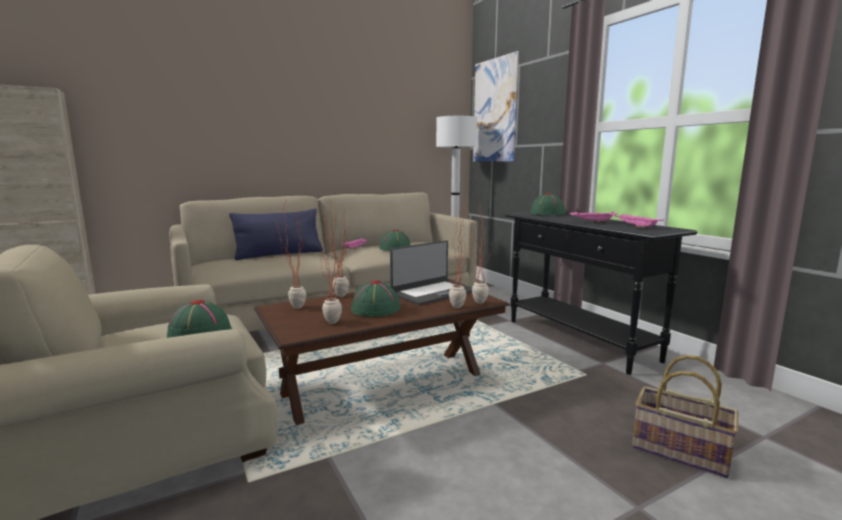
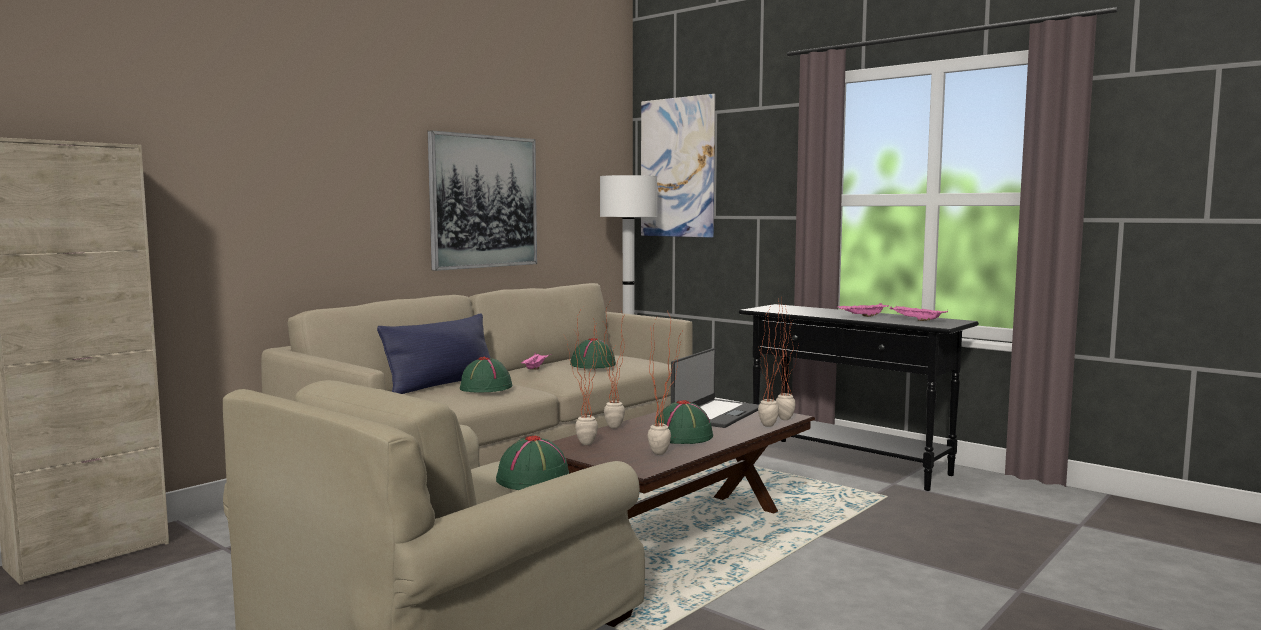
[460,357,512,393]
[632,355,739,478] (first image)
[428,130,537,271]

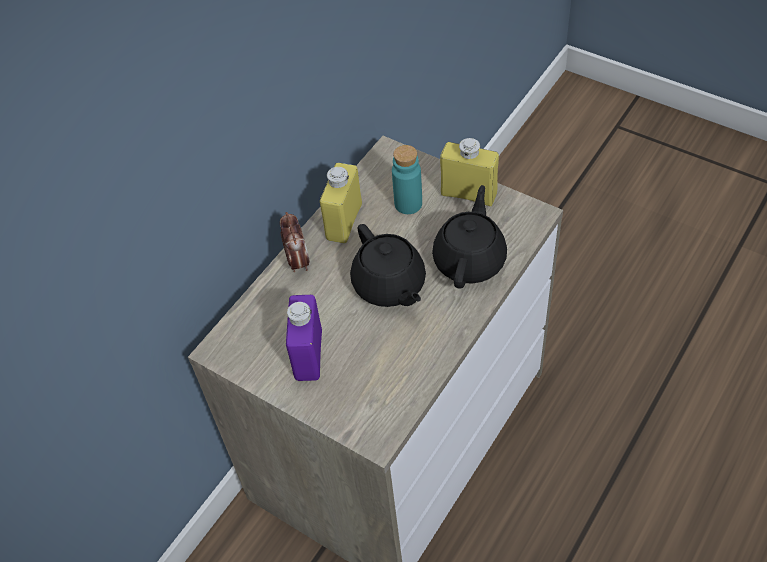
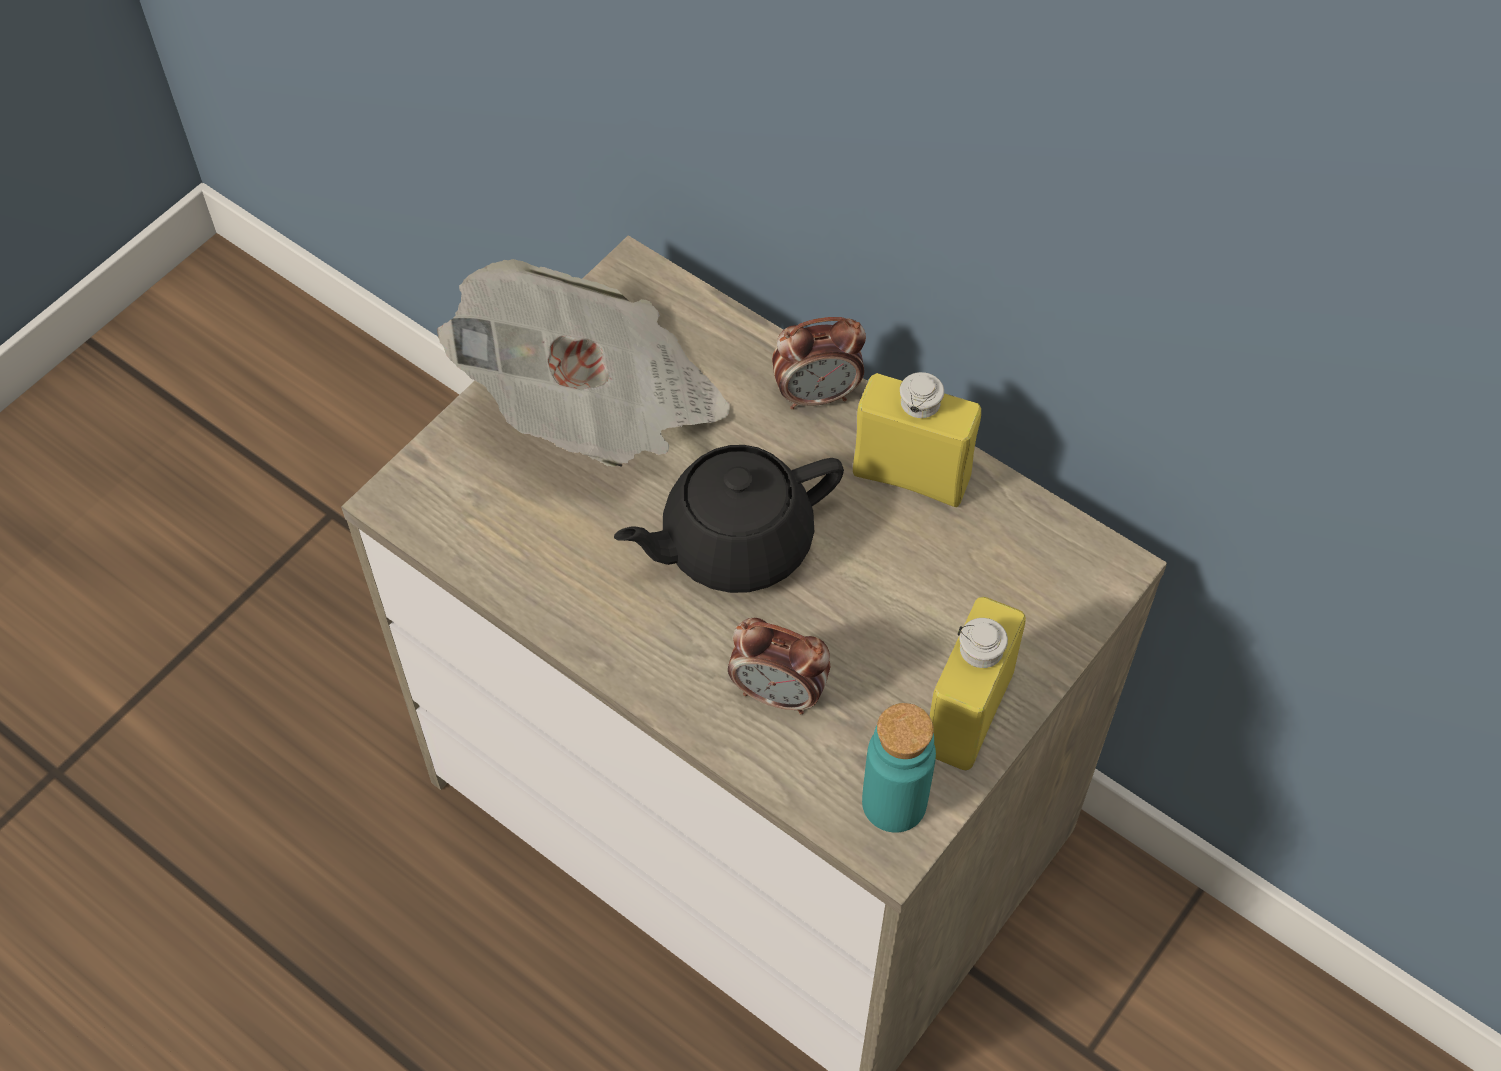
[437,259,730,467]
[862,703,936,833]
[728,618,830,714]

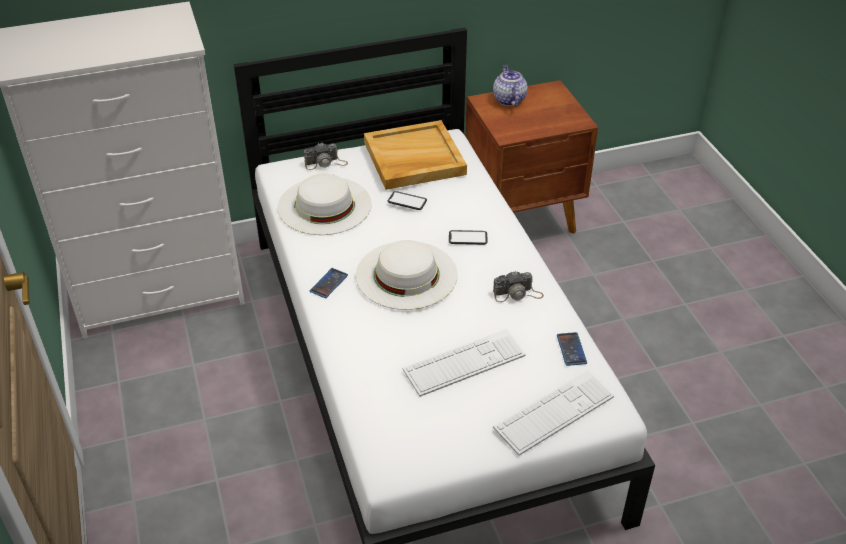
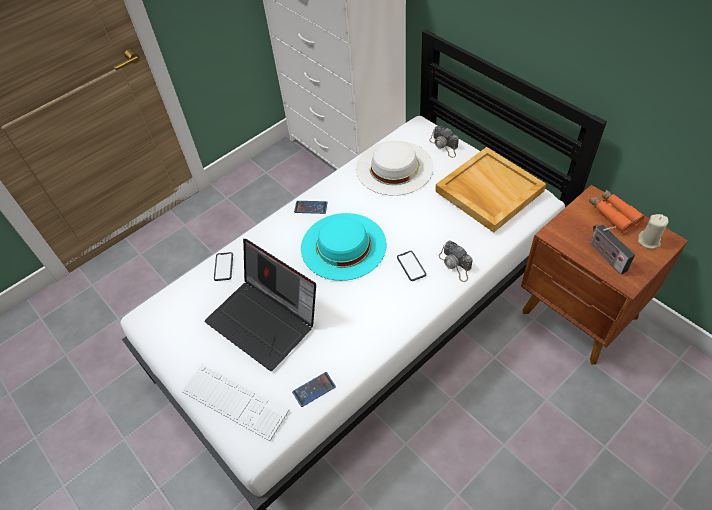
[301,213,387,281]
[214,252,233,281]
[205,239,316,371]
[589,190,645,233]
[438,241,473,282]
[590,224,635,274]
[638,214,669,249]

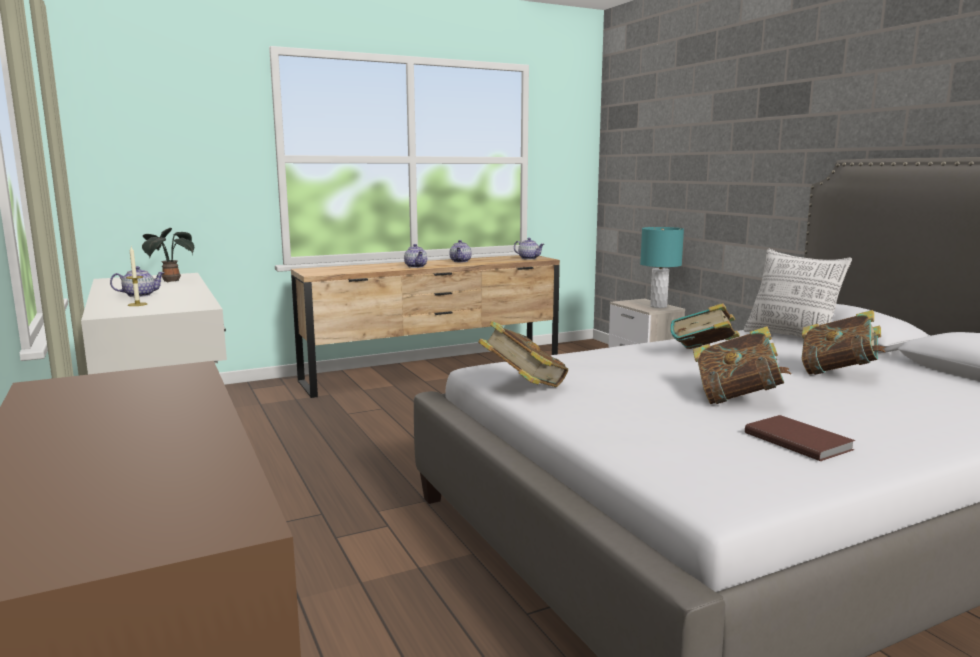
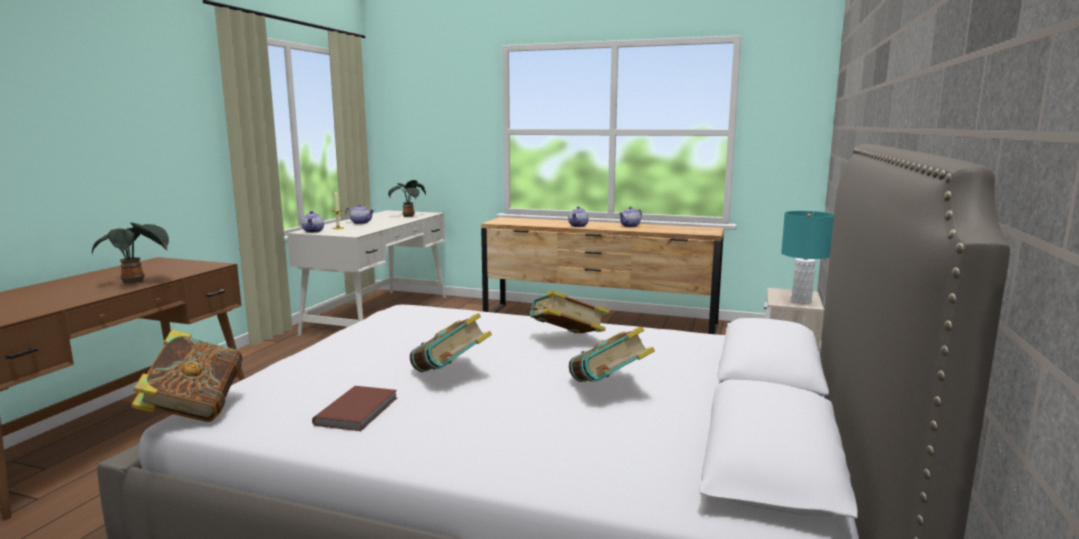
[131,329,242,422]
[301,211,324,233]
[744,249,852,339] (first image)
[92,222,169,284]

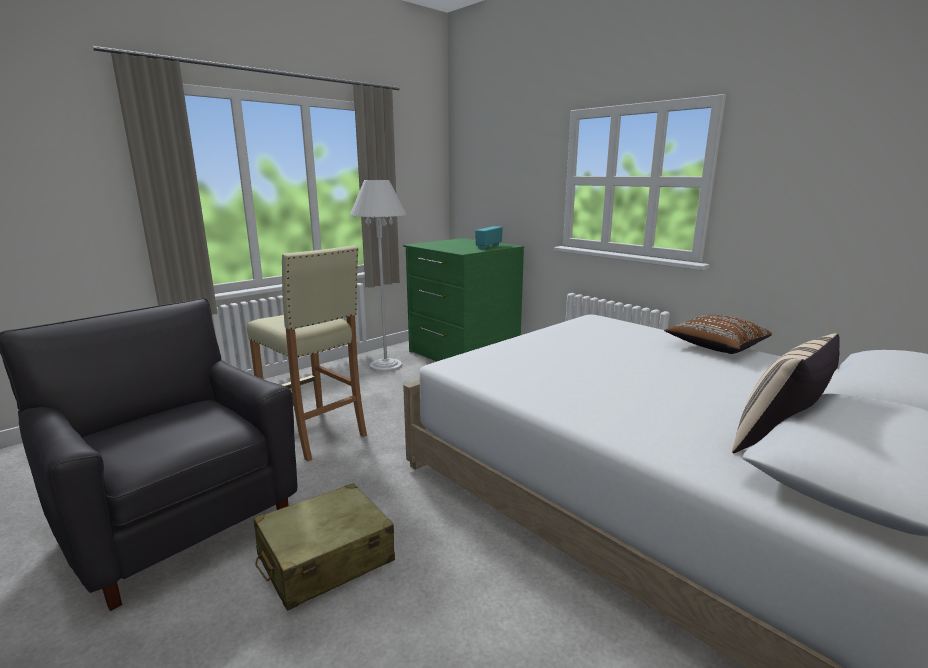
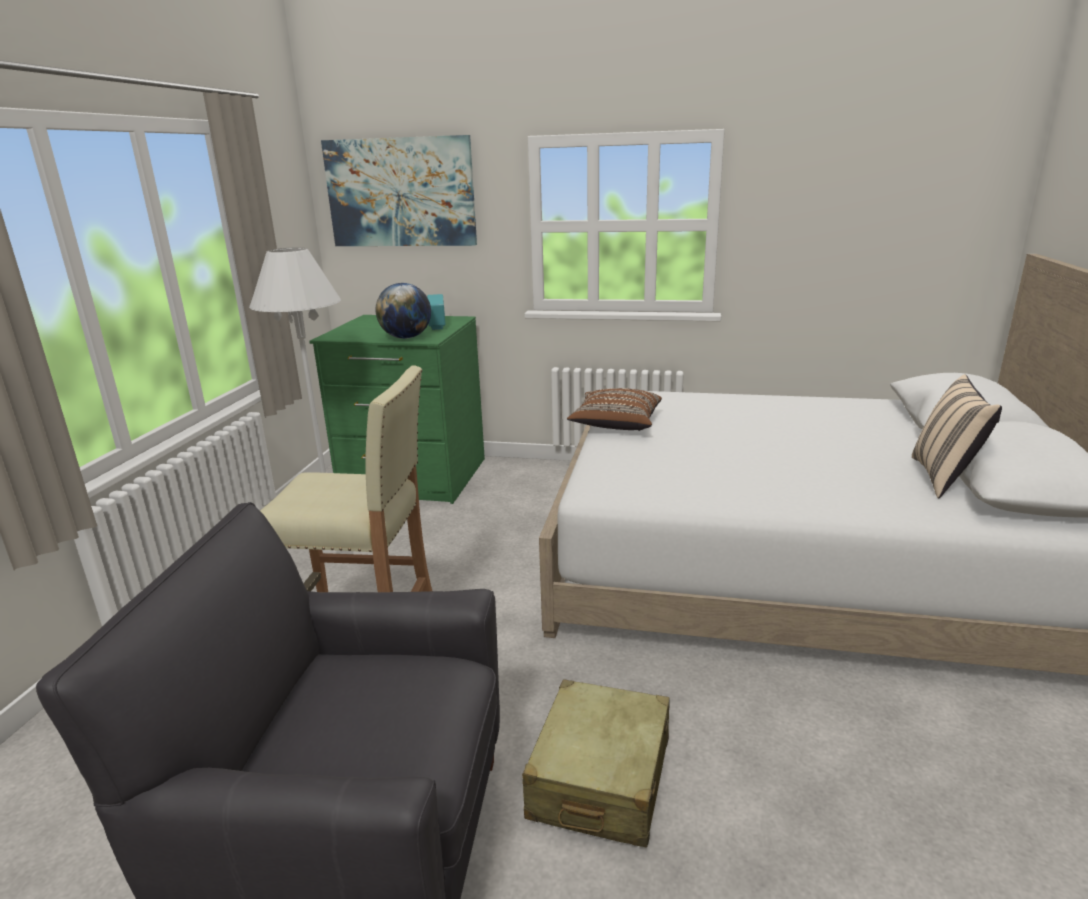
[567,388,662,431]
[321,135,477,246]
[376,283,431,339]

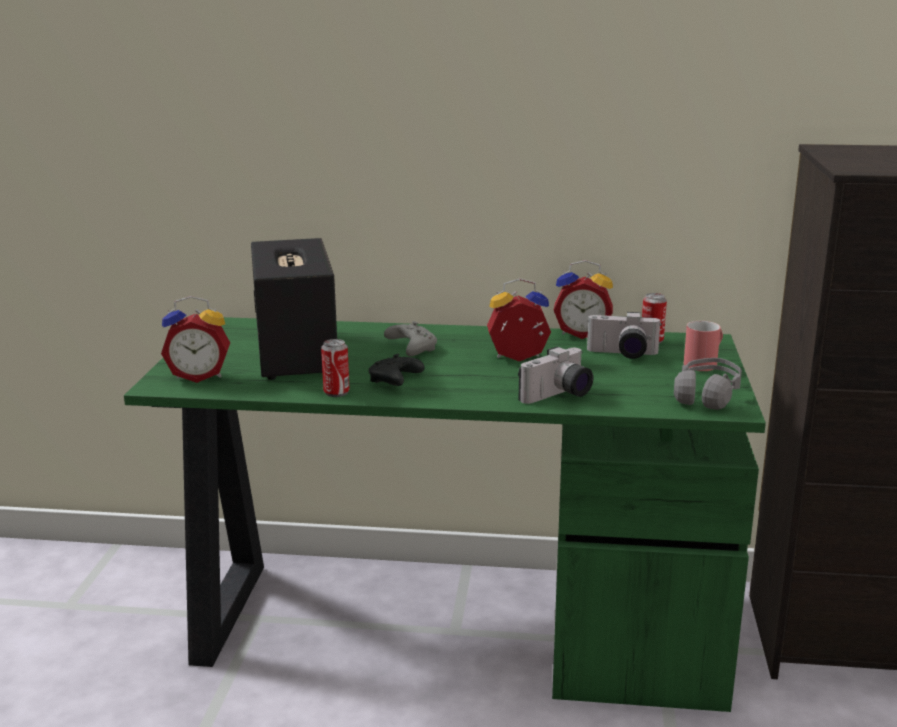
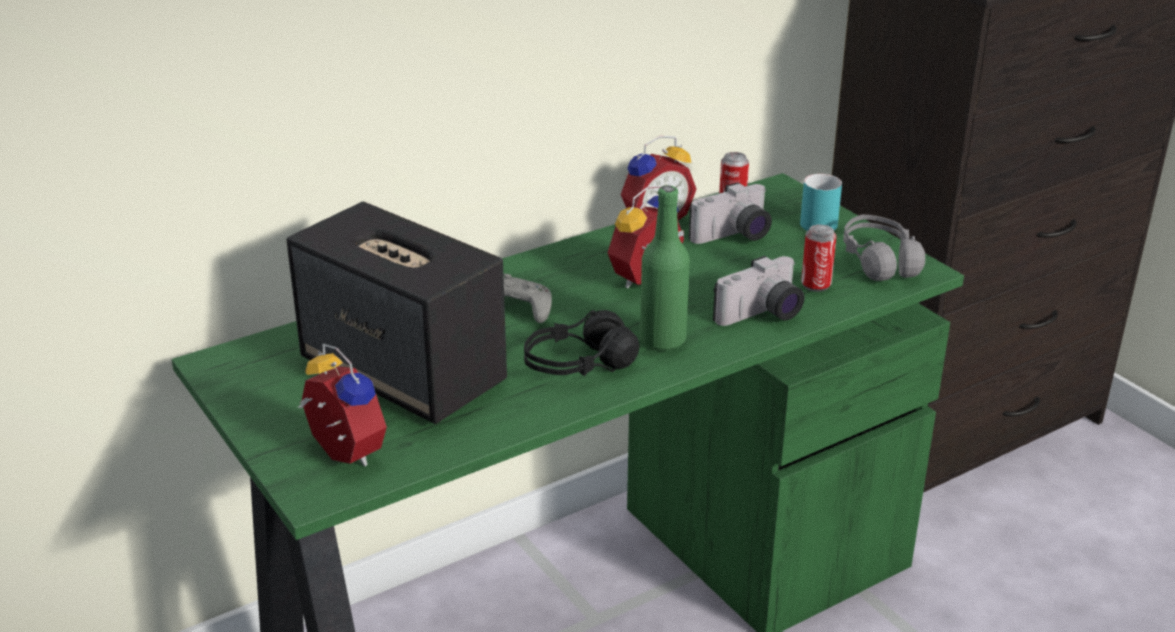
[298,344,387,466]
[801,225,837,292]
[524,310,640,376]
[713,256,804,326]
[800,174,842,231]
[640,186,690,350]

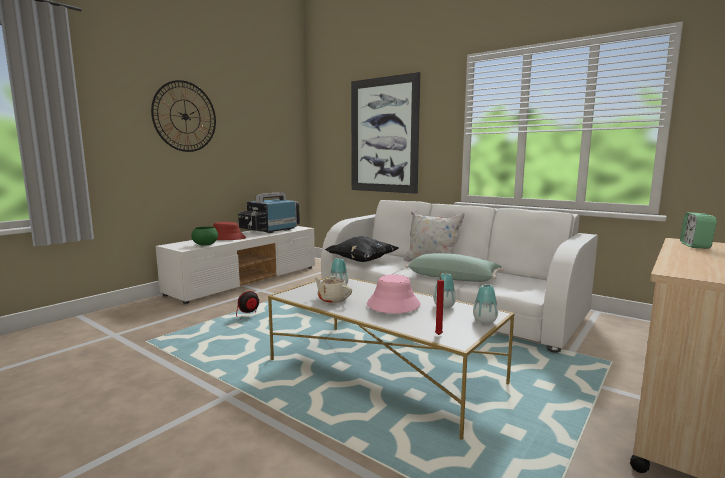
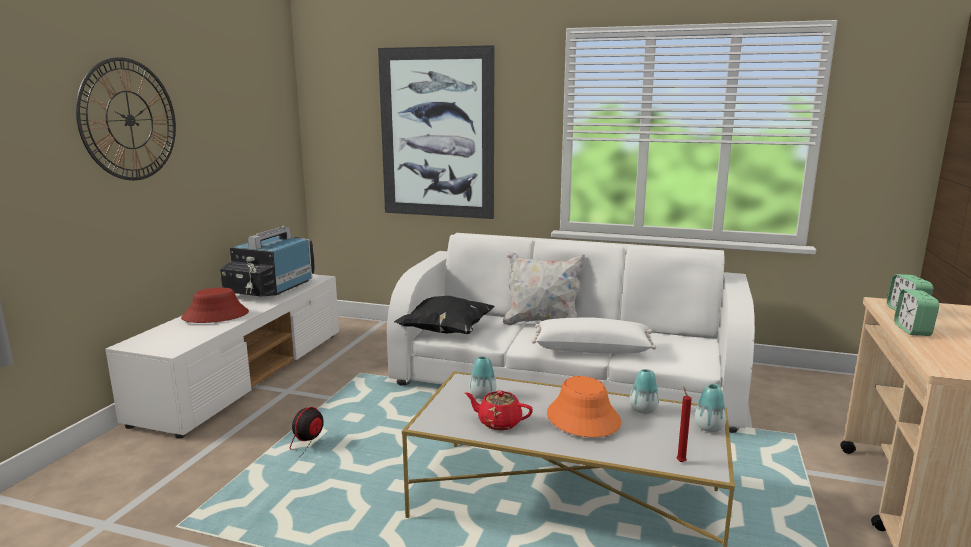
[191,226,218,246] (first image)
[465,390,533,430]
[547,376,621,437]
[531,317,656,354]
[894,289,939,336]

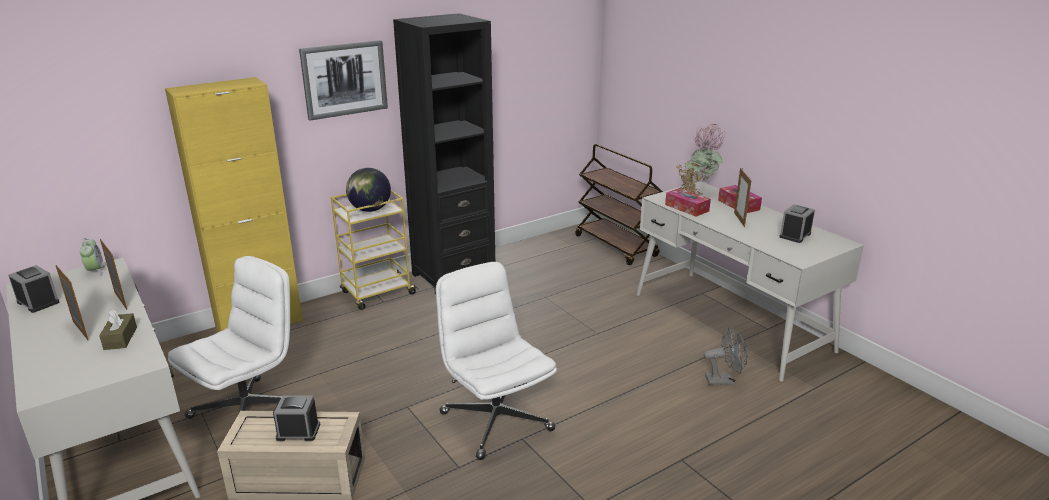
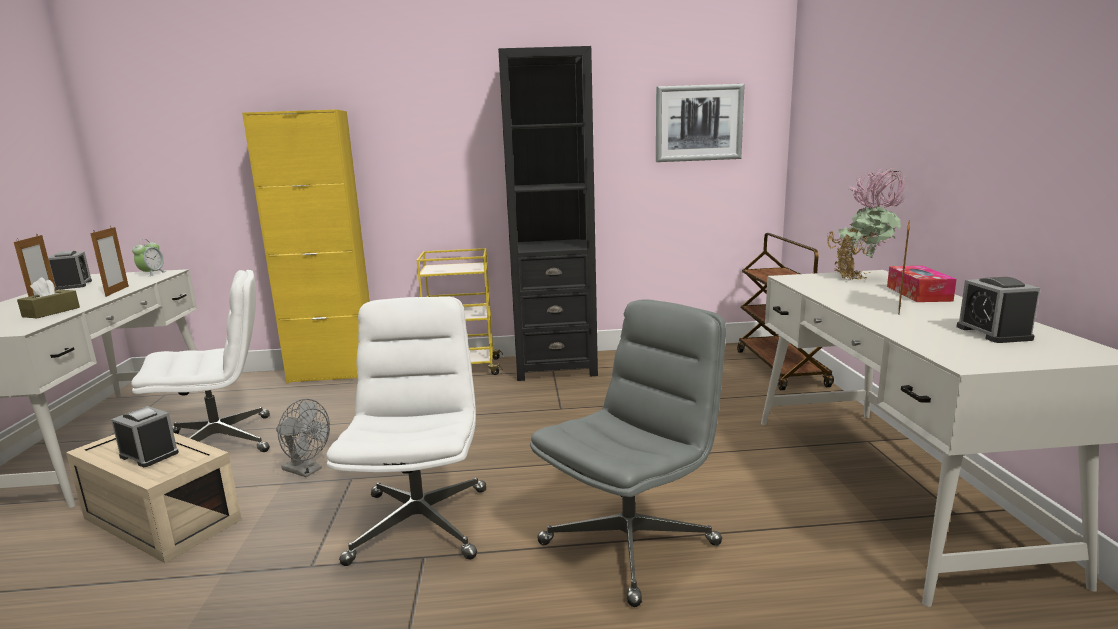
[656,84,745,162]
[346,168,391,212] (first image)
[665,188,711,217] (first image)
[276,399,330,477]
[956,277,1040,343]
[530,299,726,607]

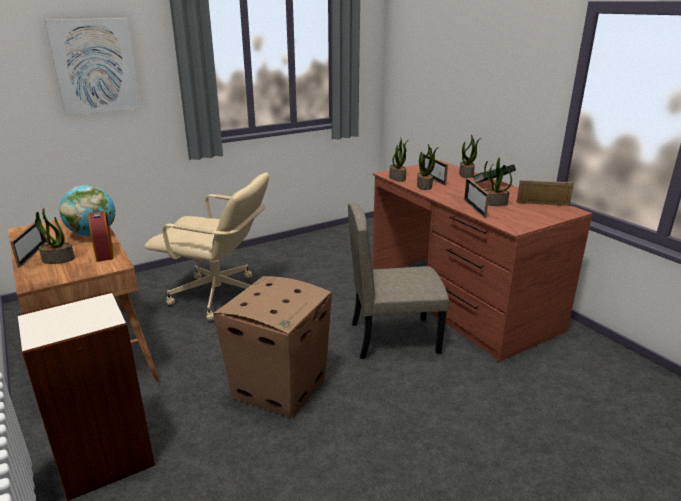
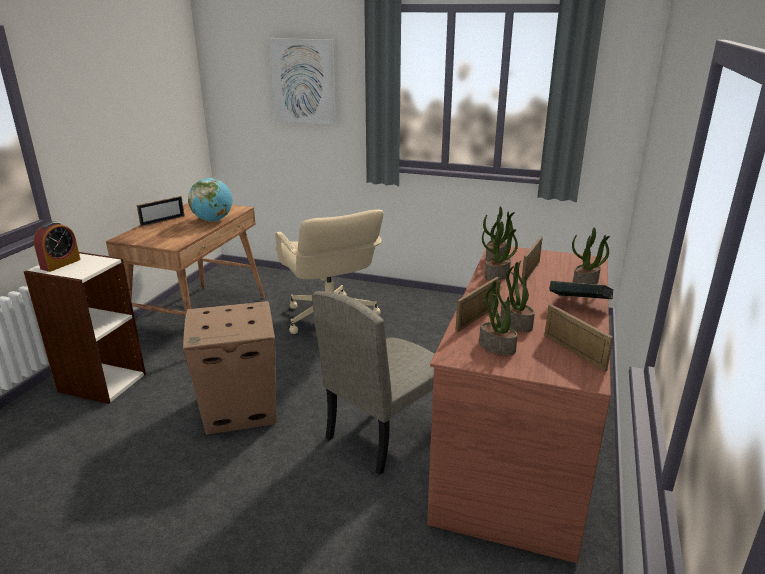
[479,280,518,355]
[34,221,81,272]
[312,291,435,475]

